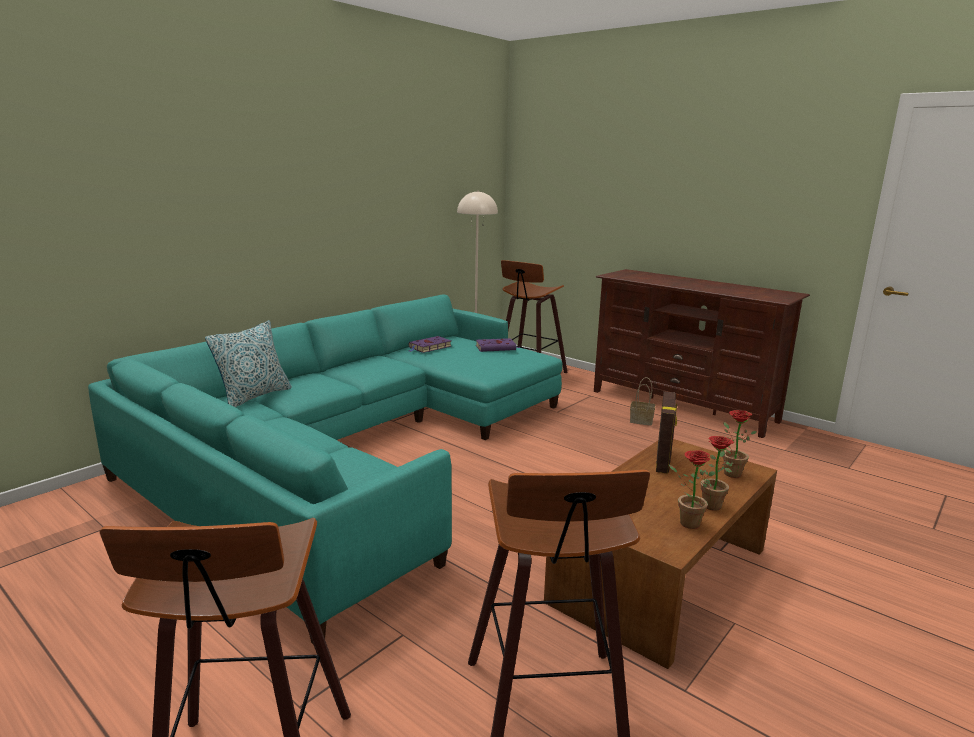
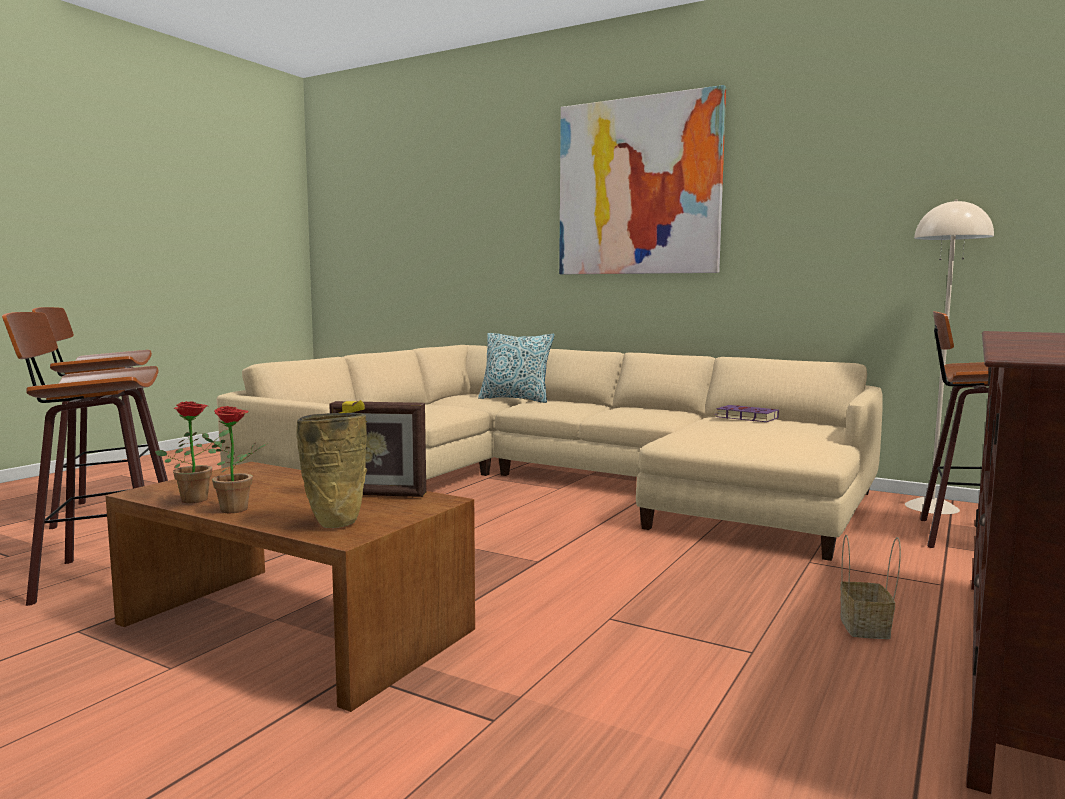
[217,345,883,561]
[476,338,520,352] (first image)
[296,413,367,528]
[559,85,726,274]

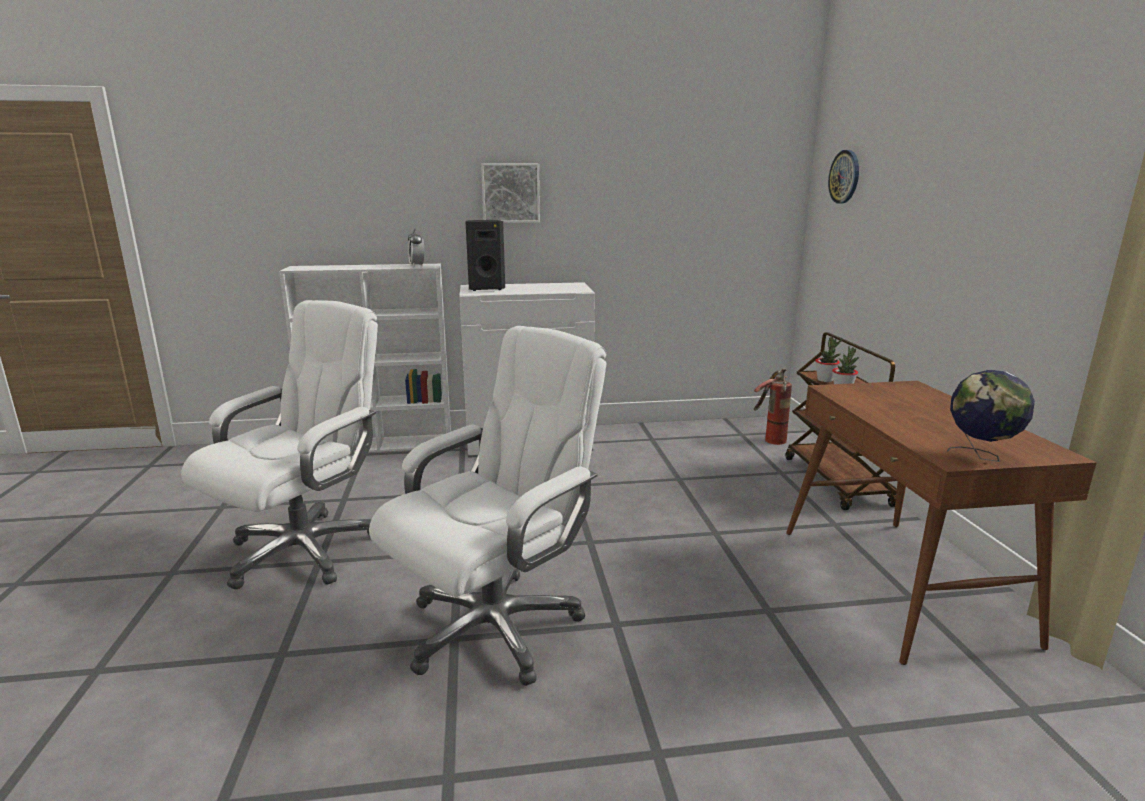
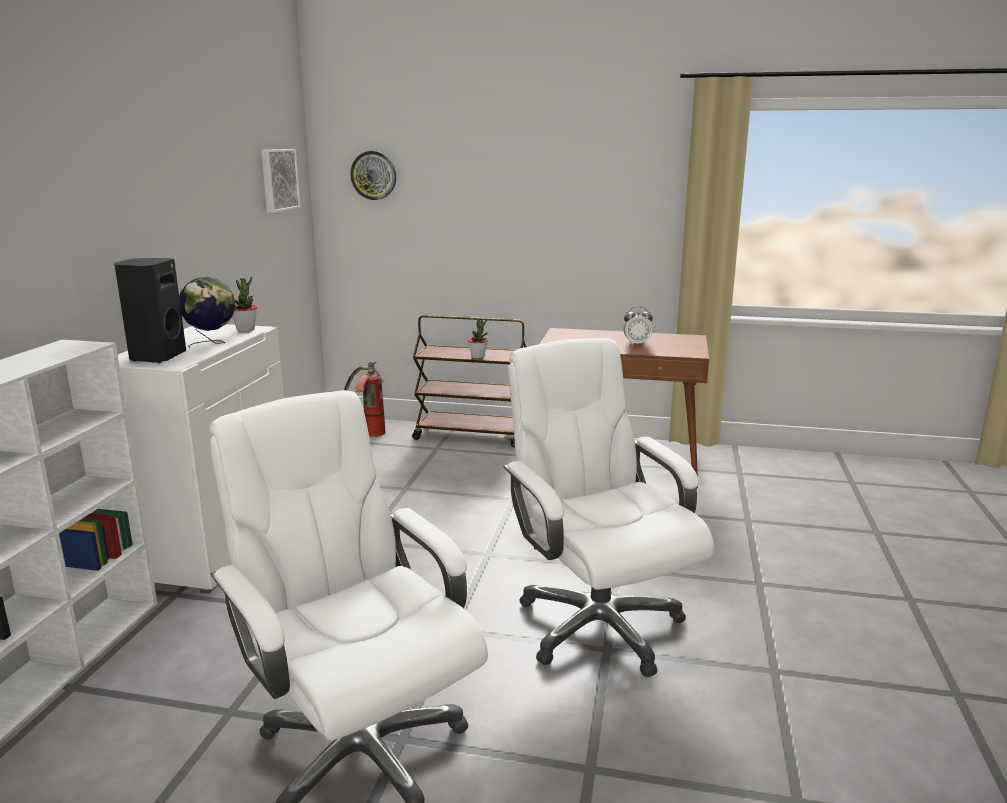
[623,306,653,345]
[261,149,300,213]
[232,277,258,332]
[179,277,236,348]

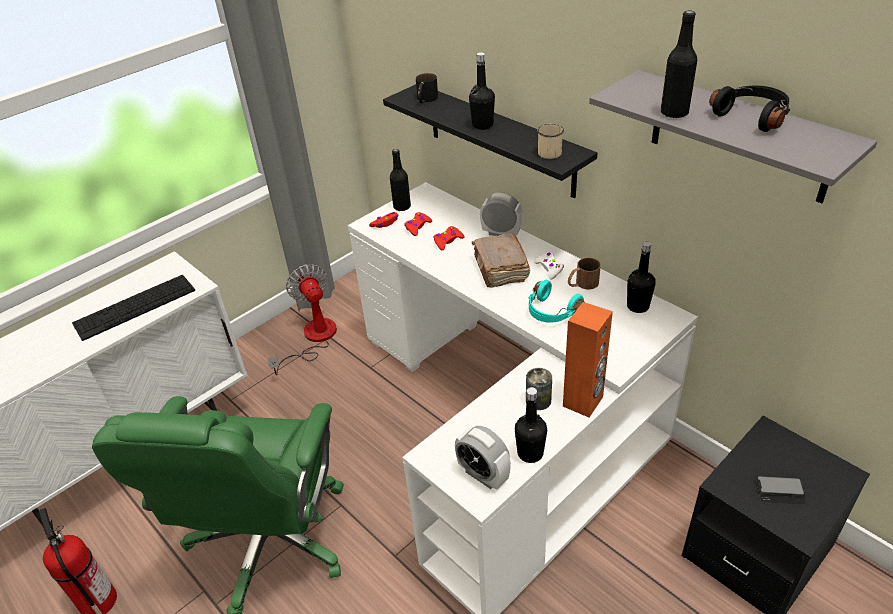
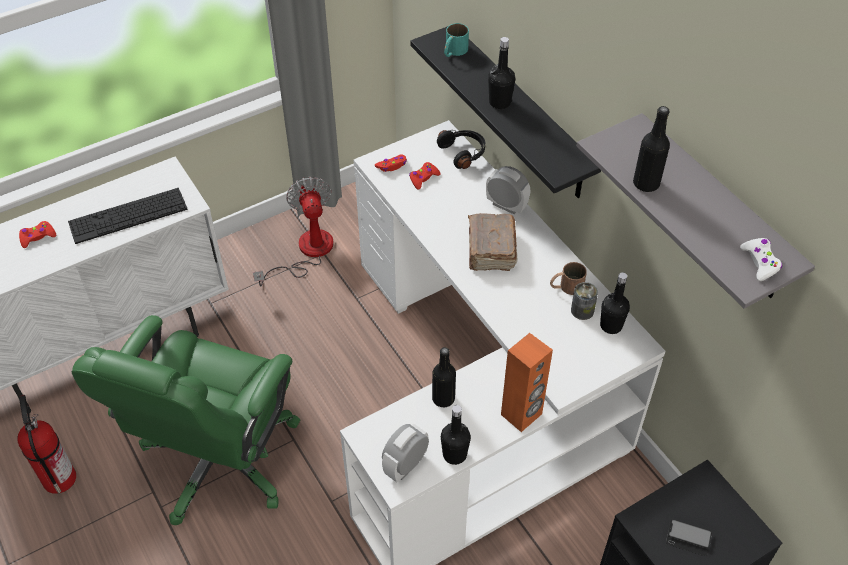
[432,347,456,407]
[444,23,469,57]
[19,221,56,248]
[382,423,429,482]
[571,282,598,320]
[529,280,584,323] (first image)
[740,238,782,281]
[537,124,564,159] (first image)
[437,130,485,169]

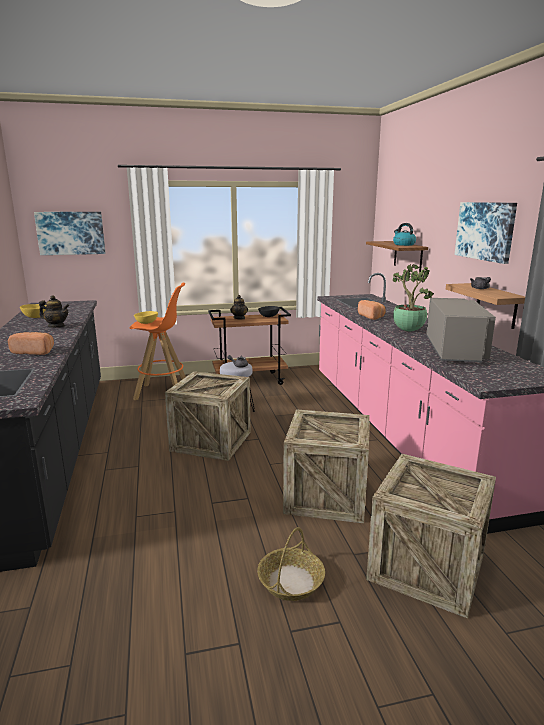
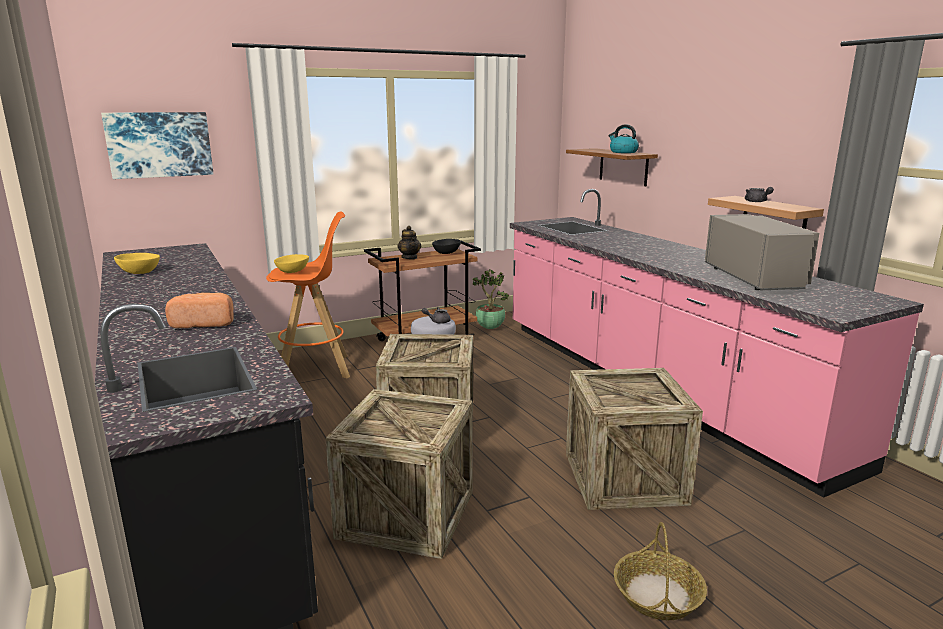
[39,295,69,328] (first image)
[358,300,386,320] (first image)
[325,389,473,559]
[473,269,509,329]
[455,202,517,264] (first image)

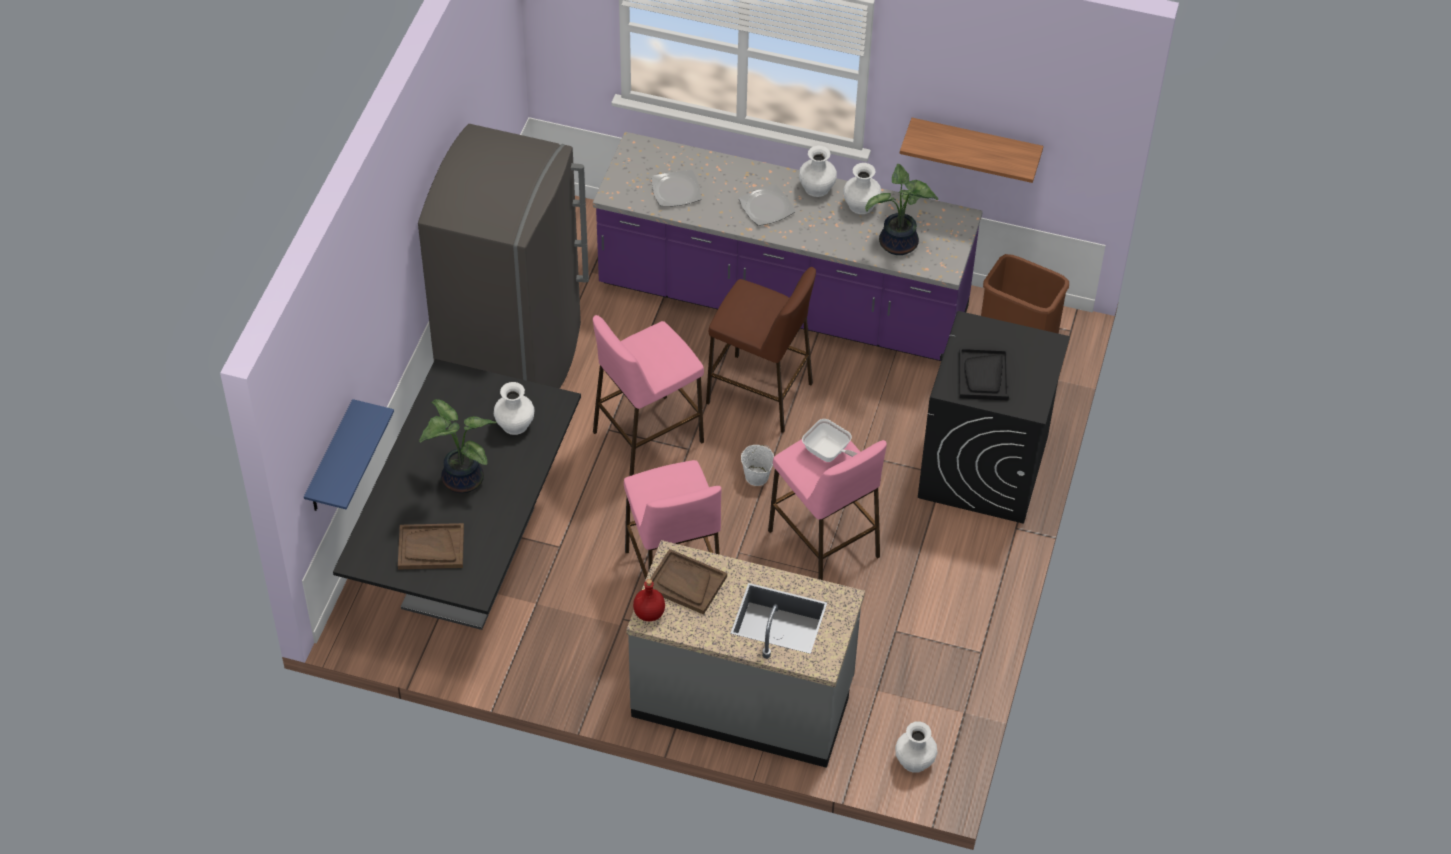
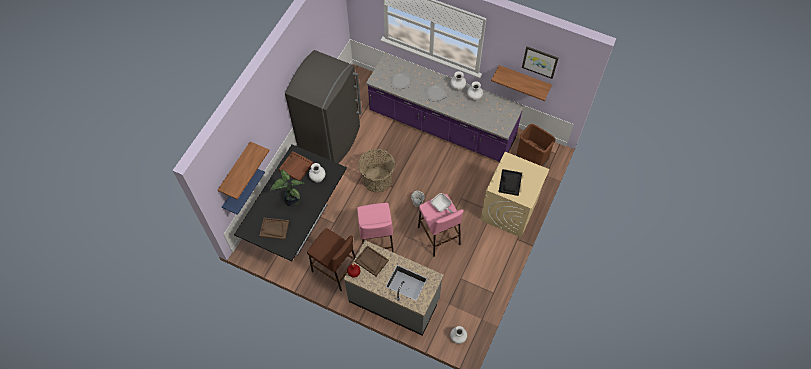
[358,149,395,193]
[307,228,356,291]
[865,164,939,255] (first image)
[480,152,550,237]
[218,142,270,200]
[279,151,313,181]
[522,46,558,79]

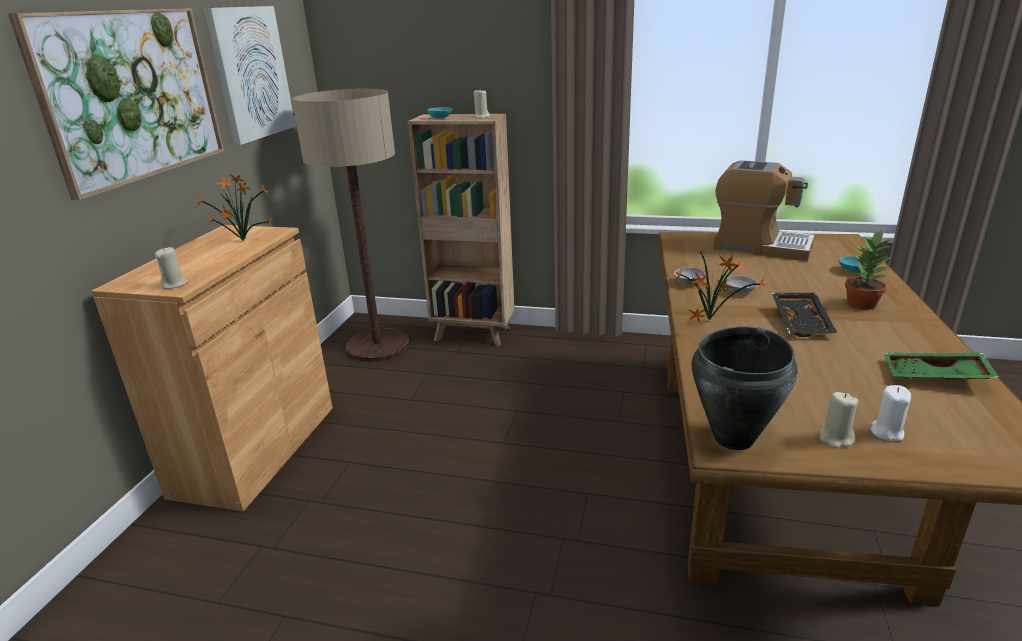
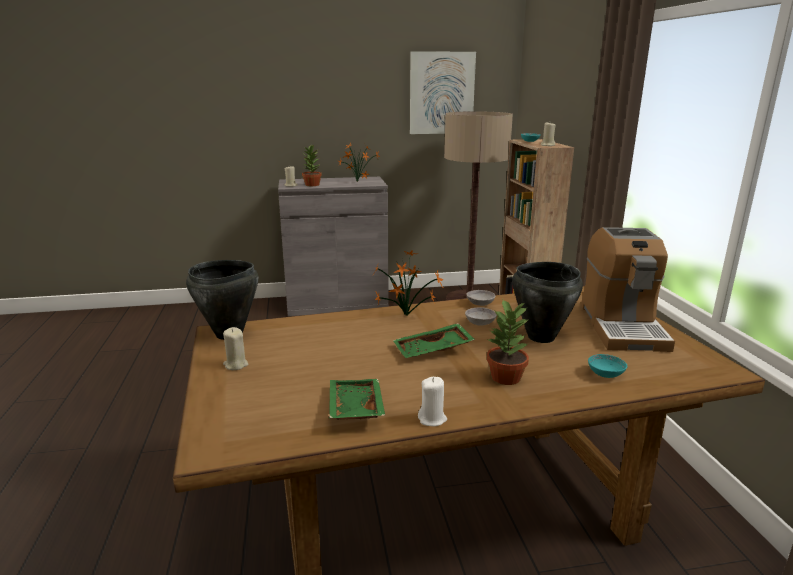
[8,8,224,200] (first image)
[278,177,389,316]
[393,323,475,358]
[418,377,447,426]
[302,145,322,186]
[512,262,583,343]

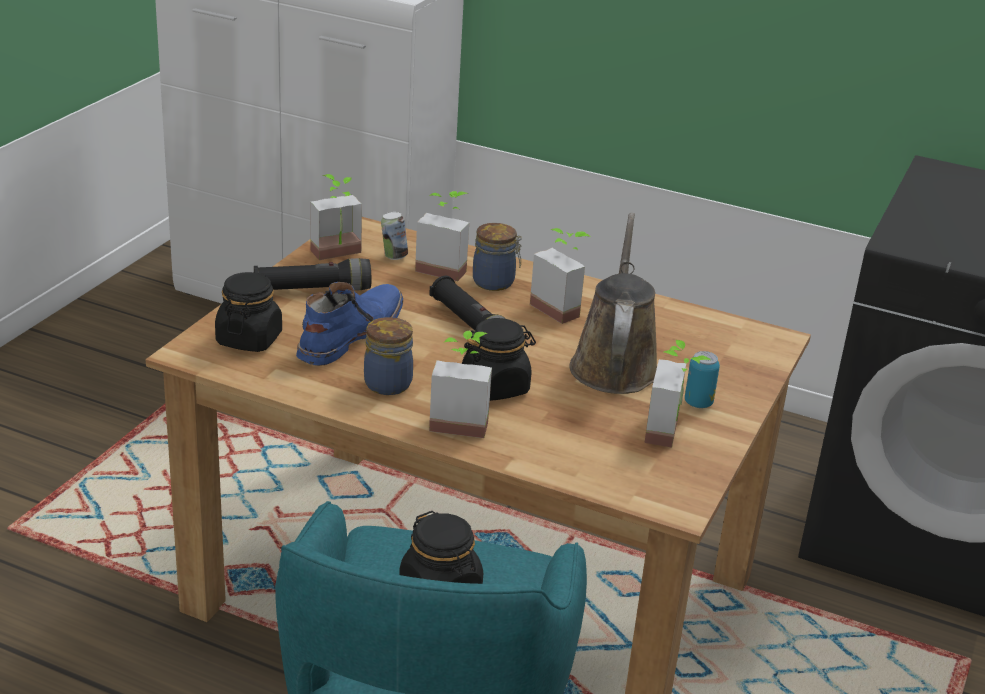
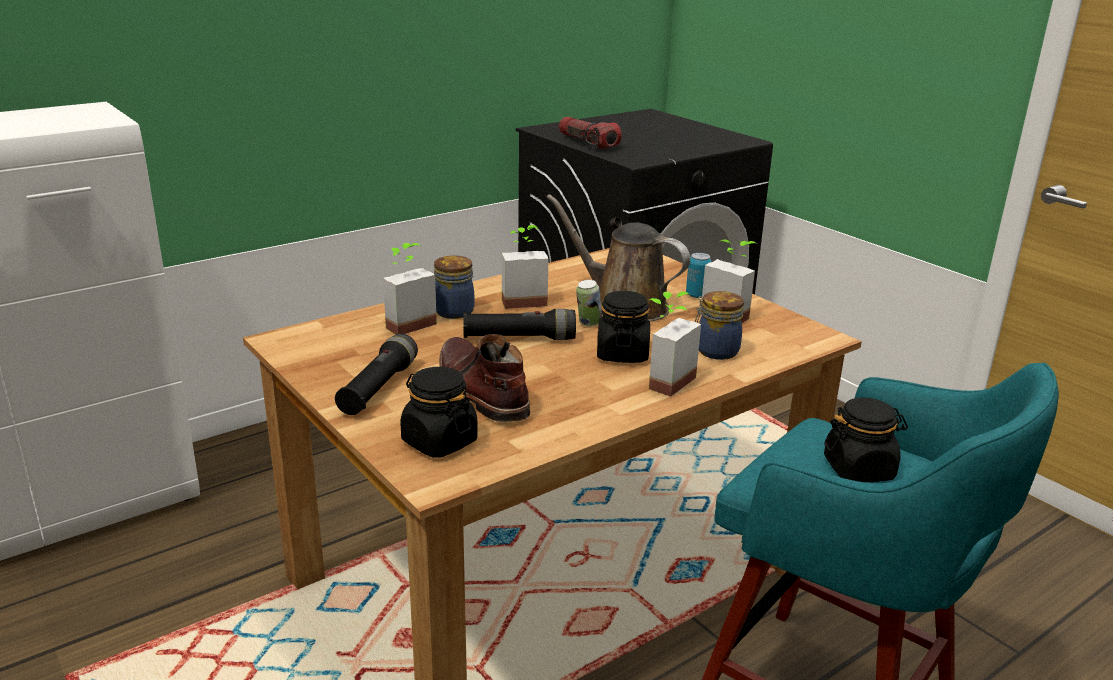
[439,334,530,422]
[310,174,362,260] (first image)
[695,291,744,360]
[576,280,602,326]
[559,117,622,149]

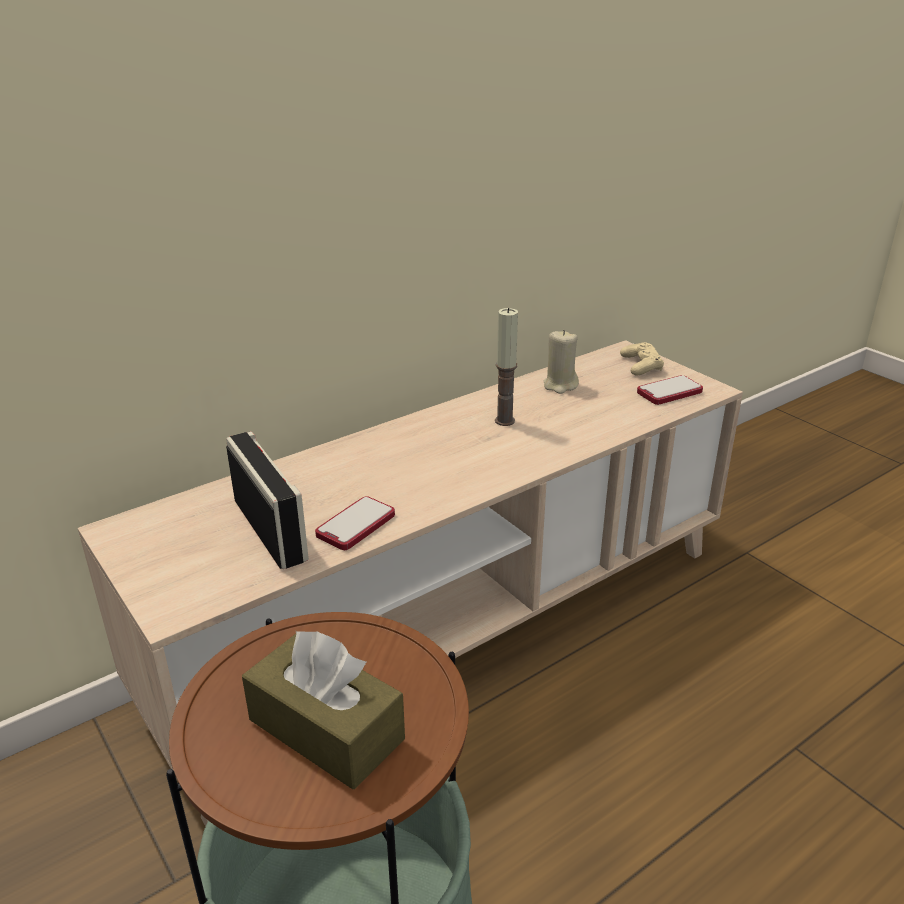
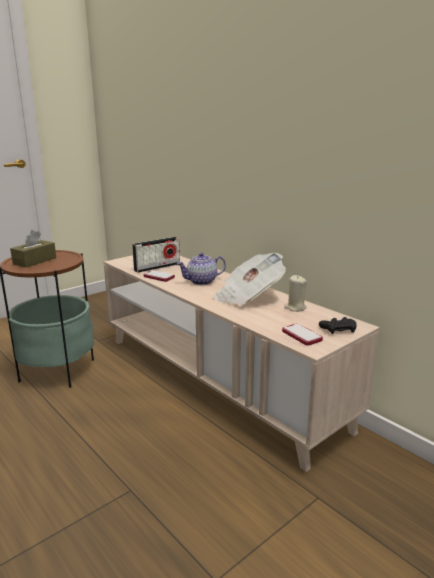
[213,253,286,306]
[319,317,357,334]
[177,253,226,285]

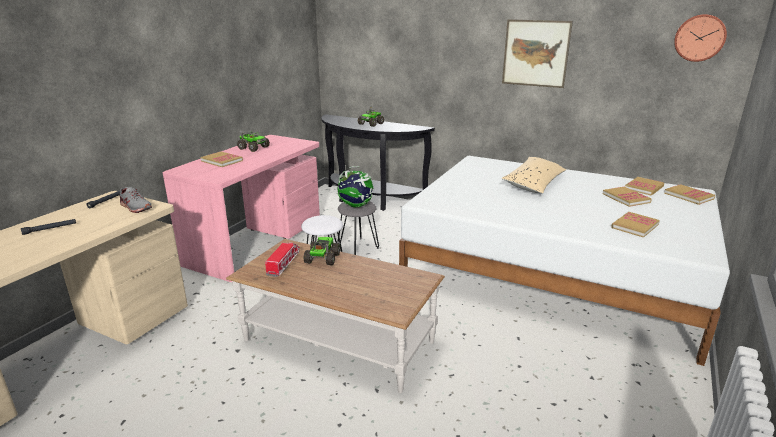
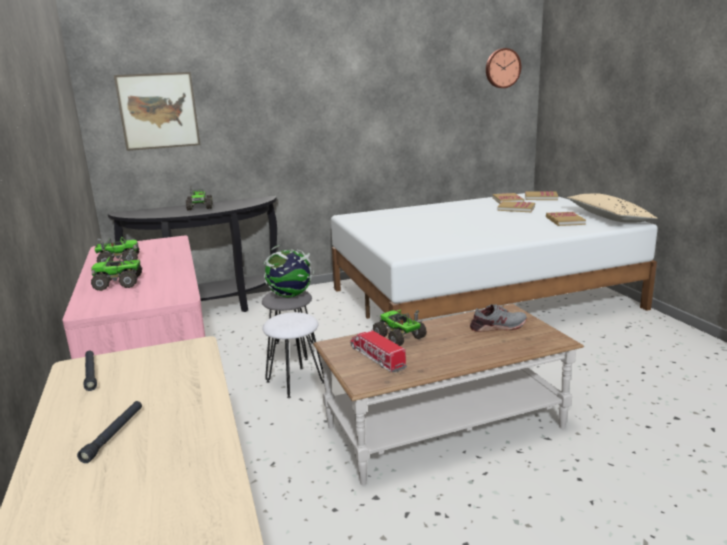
[470,304,527,332]
[91,249,142,291]
[567,193,658,223]
[114,72,200,151]

